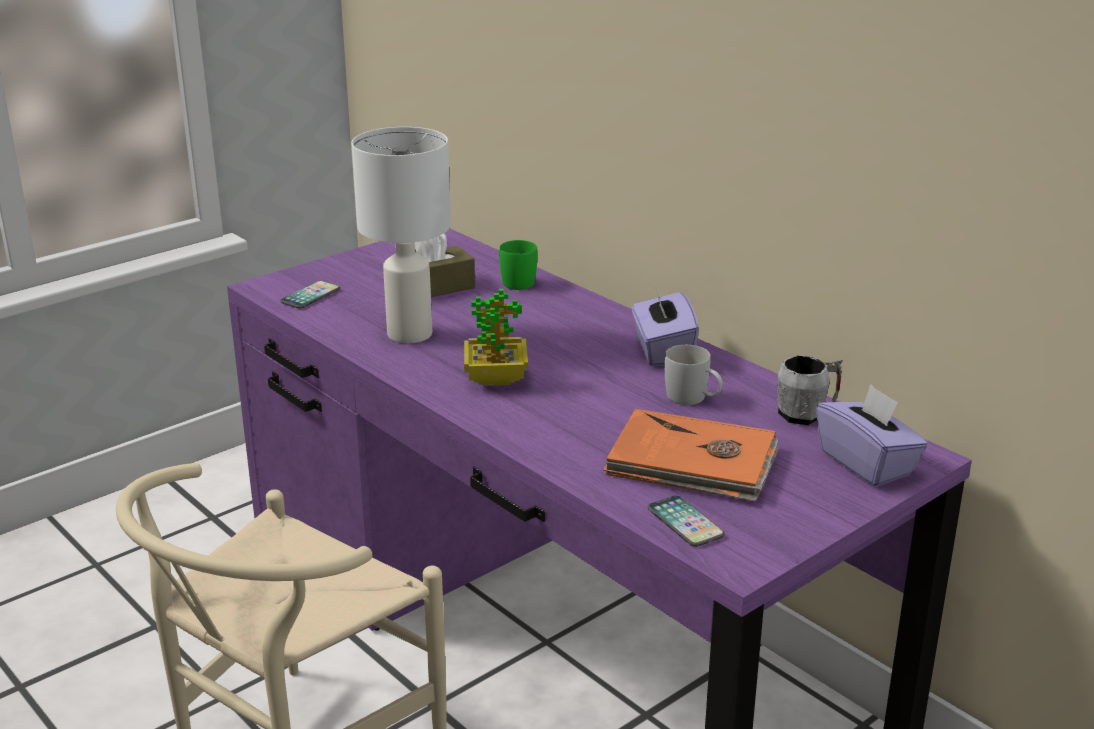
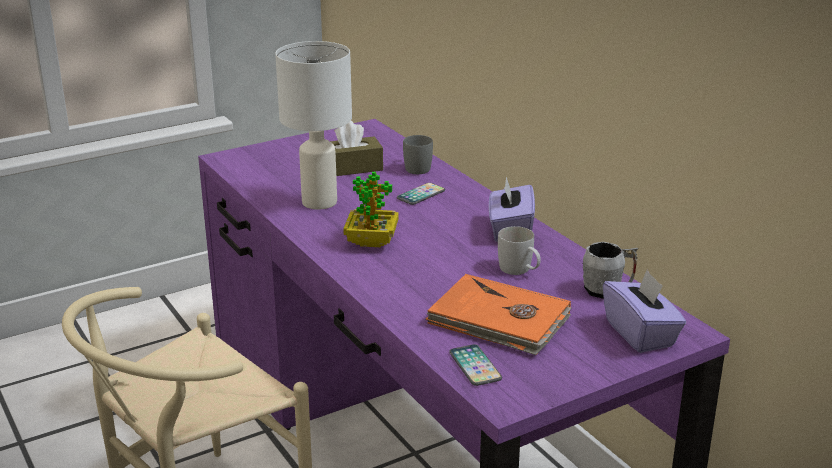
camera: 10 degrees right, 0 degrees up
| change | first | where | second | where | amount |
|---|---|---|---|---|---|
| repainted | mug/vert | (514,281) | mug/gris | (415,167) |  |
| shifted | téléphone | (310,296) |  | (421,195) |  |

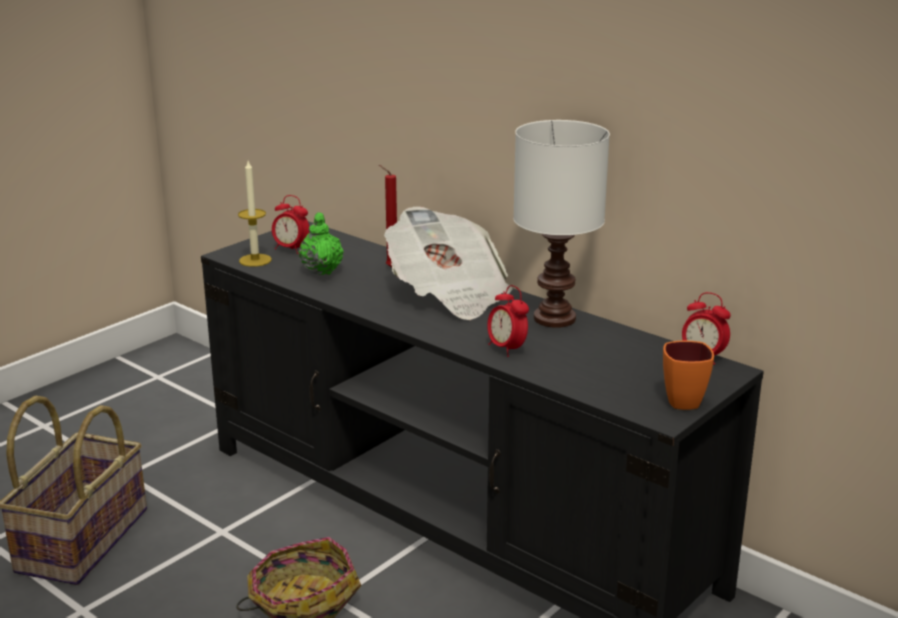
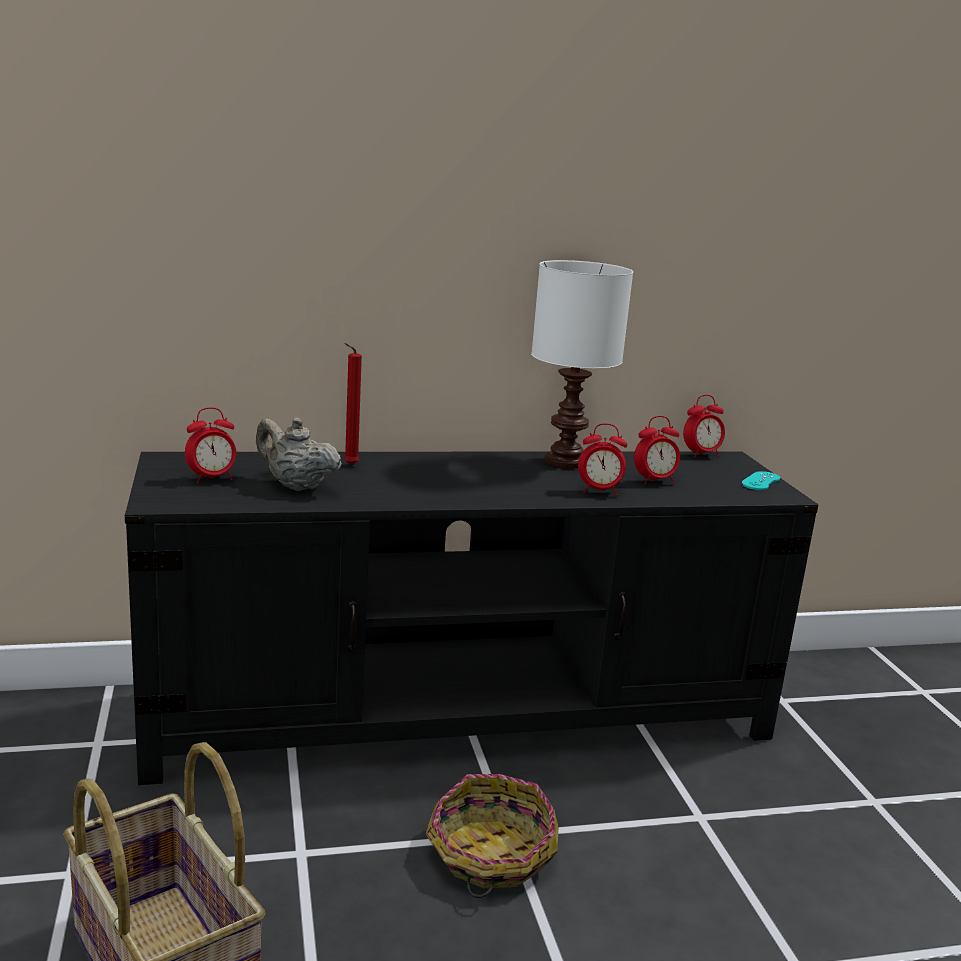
camera: 55 degrees left, 5 degrees down
| change | first | where | second | where | amount |
|---|---|---|---|---|---|
| gone | bougie | (255,260) |  |  |  |
| gone | journal | (448,294) |  |  |  |
| repainted | théière/vert | (321,270) | théière/beige | (295,486) |  |
| swapped | mug/orange | (681,398) | manette/turquoise | (760,481) |  |
| new |  |  | réveil | (654,481) |  |

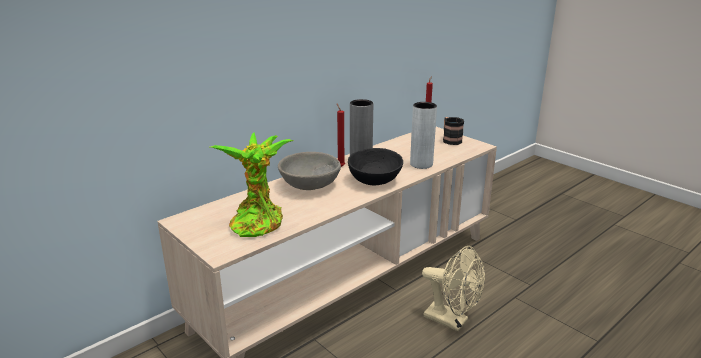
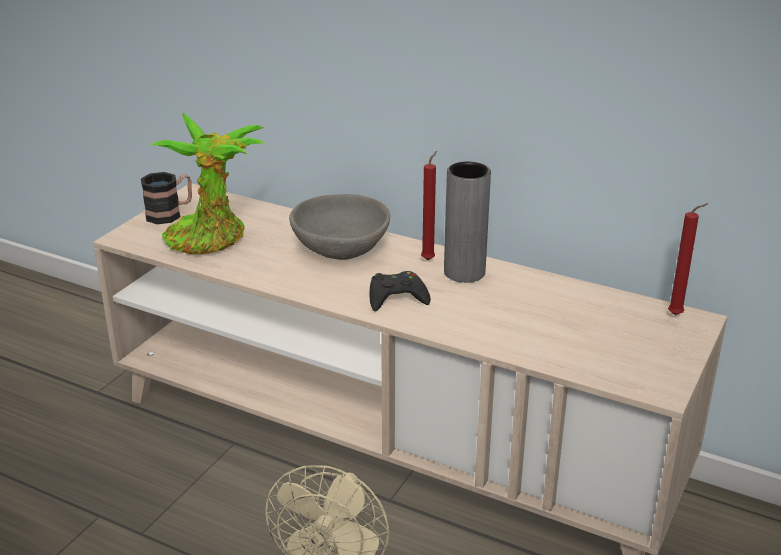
camera: 70 degrees right, 5 degrees up
| change | first | where | second | where | amount |
|---|---|---|---|---|---|
| gone | vase/gris | (421,164) |  |  |  |
| shifted | mug | (450,139) |  | (170,213) |  |
| swapped | bol/noir | (374,180) | manette/noir | (396,297) |  |

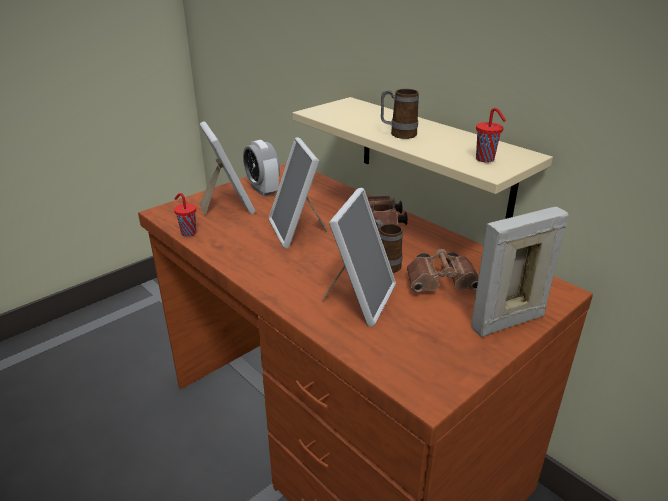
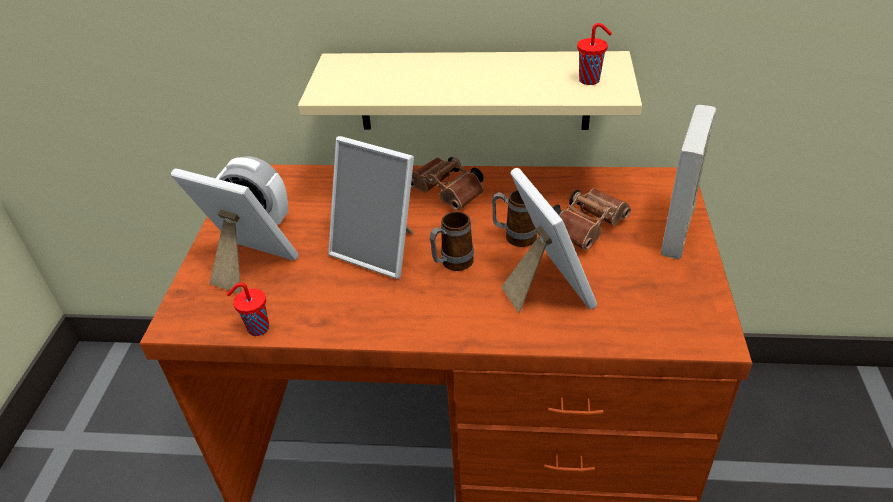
camera: 40 degrees left, 10 degrees up
| change | first | where | second | where | amount |
|---|---|---|---|---|---|
| shifted | mug | (398,134) |  | (452,264) |  |

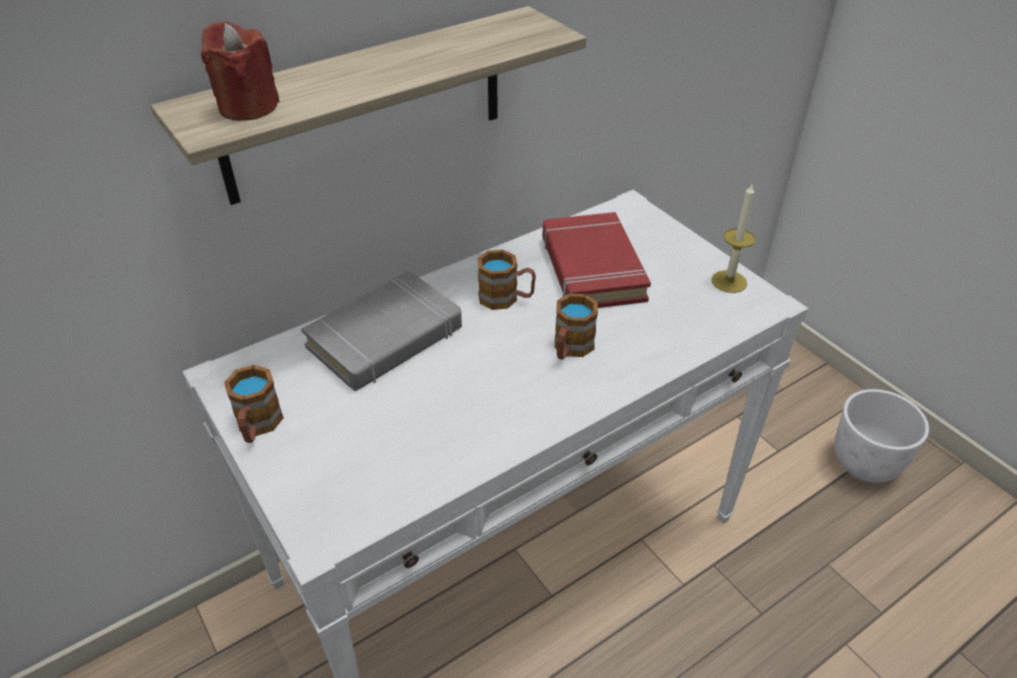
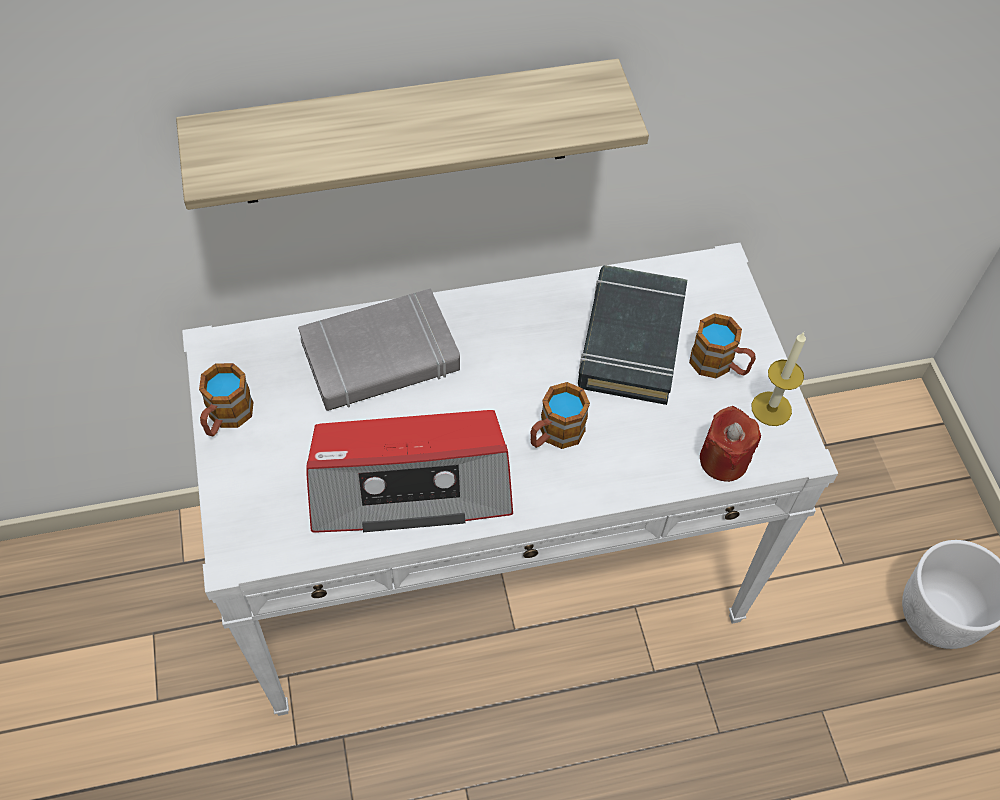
camera: 20 degrees right, 15 degrees up
| change | first | where | second | where | amount |
|---|---|---|---|---|---|
| shifted | bougie/rouge | (248,107) |  | (723,460) |  |
| repainted | livre/rouge | (591,269) | livre/noir | (630,340) |  |
| shifted | mug | (506,298) |  | (719,365) |  |
| new |  |  | radio | (410,484) |  |

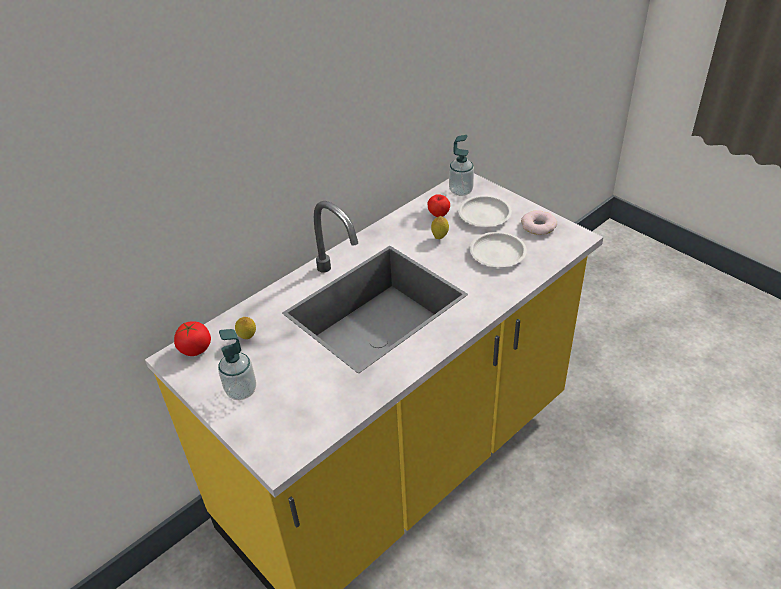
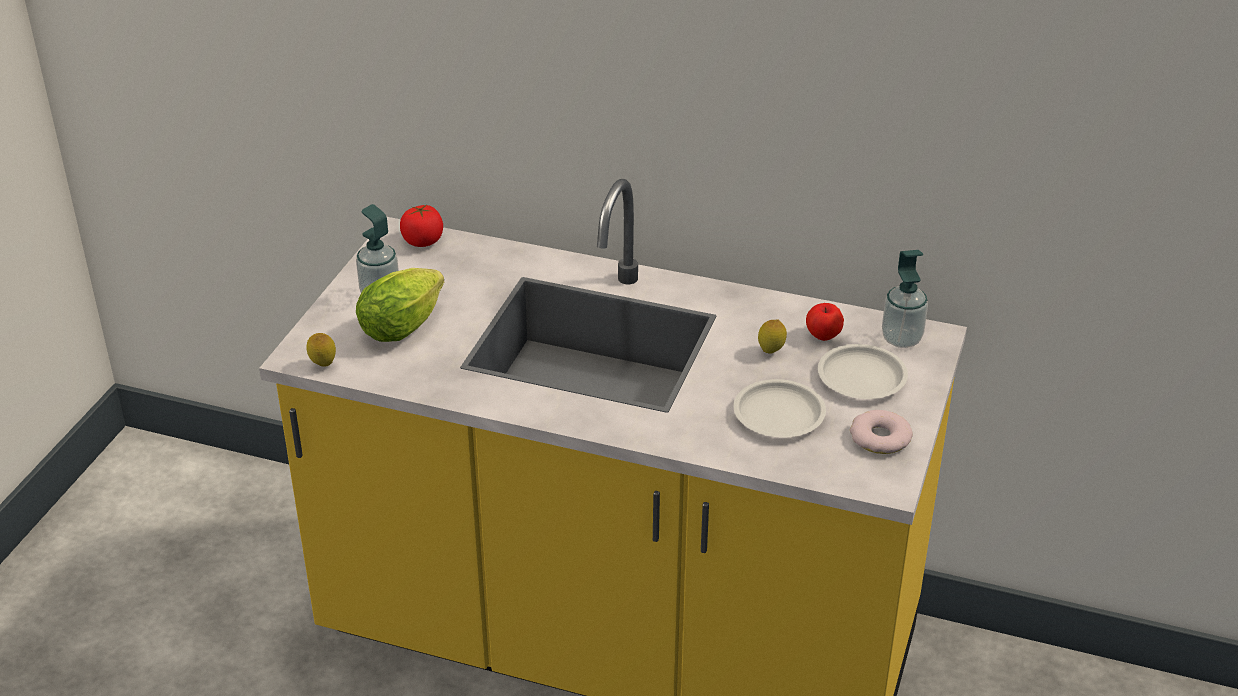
camera: 60 degrees right, 5 degrees down
| change | first | where | second | where | amount |
|---|---|---|---|---|---|
| shifted | citron | (248,338) |  | (323,365) |  |
| new |  |  | laitue | (406,325) |  |

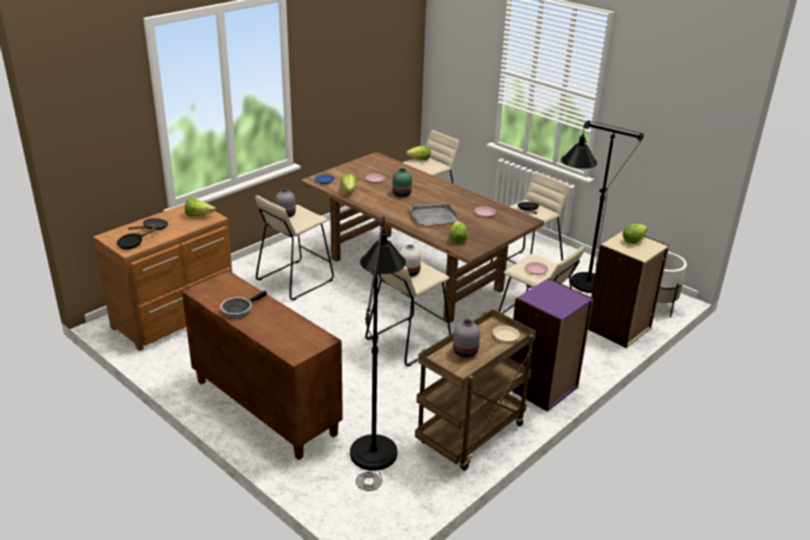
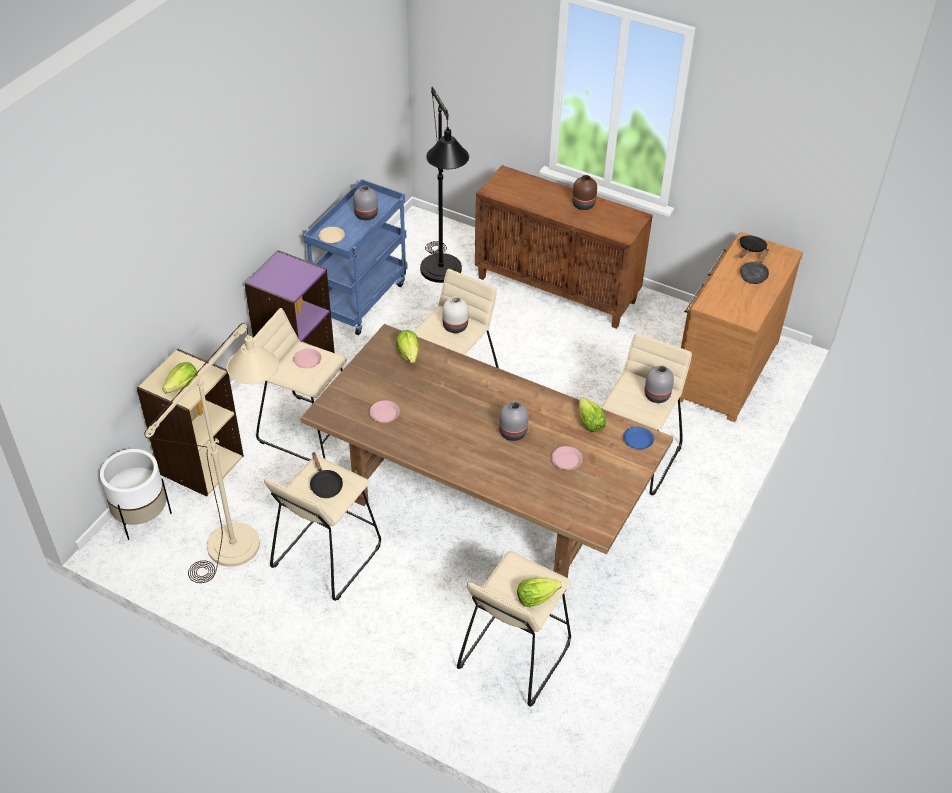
camera: 165 degrees right, 15 degrees up
| change | first | where | second | where | amount |
|---|---|---|---|---|---|
| repainted | lampadaire/noir | (580,286) | lampadaire/beige | (245,536) |  |
| repainted | vase/vert | (401,194) | vase/gris | (513,433) |  |
| gone | laitue | (198,215) |  |  |  |
| gone | plateau/gris | (433,216) |  |  |  |
| swapped | poêle | (238,310) | vase/marron | (584,204) |  |
| repainted | chariot/marron | (471,436) | chariot/bleu | (360,299) |  |

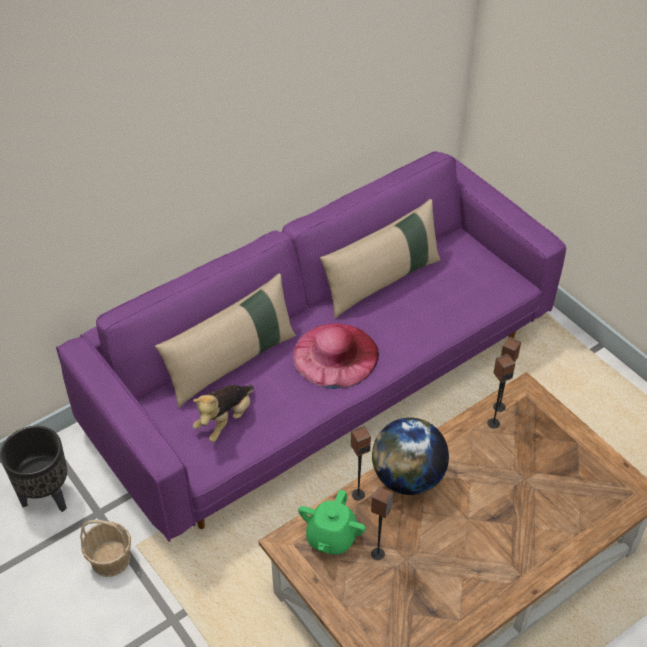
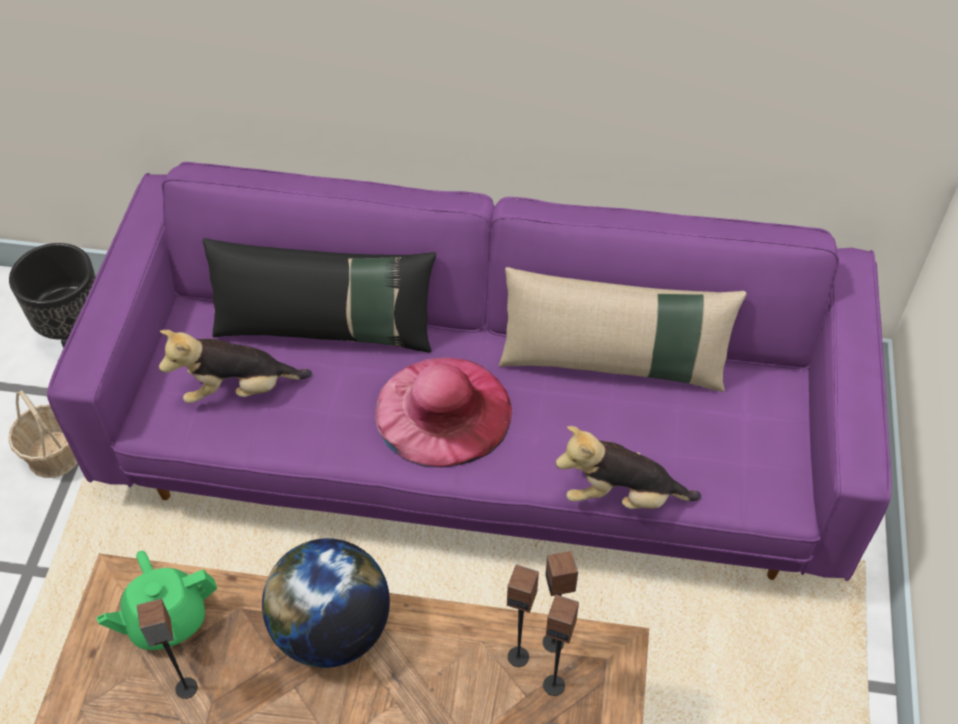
camera: 45 degrees right, 5 degrees up
| change | first | where | second | where | amount |
|---|---|---|---|---|---|
| repainted | coussin/beige | (232,363) | coussin/noir | (326,330) |  |
| shifted | enceinte | (358,494) |  | (554,685) |  |
| new |  |  | peluche | (621,496) |  |

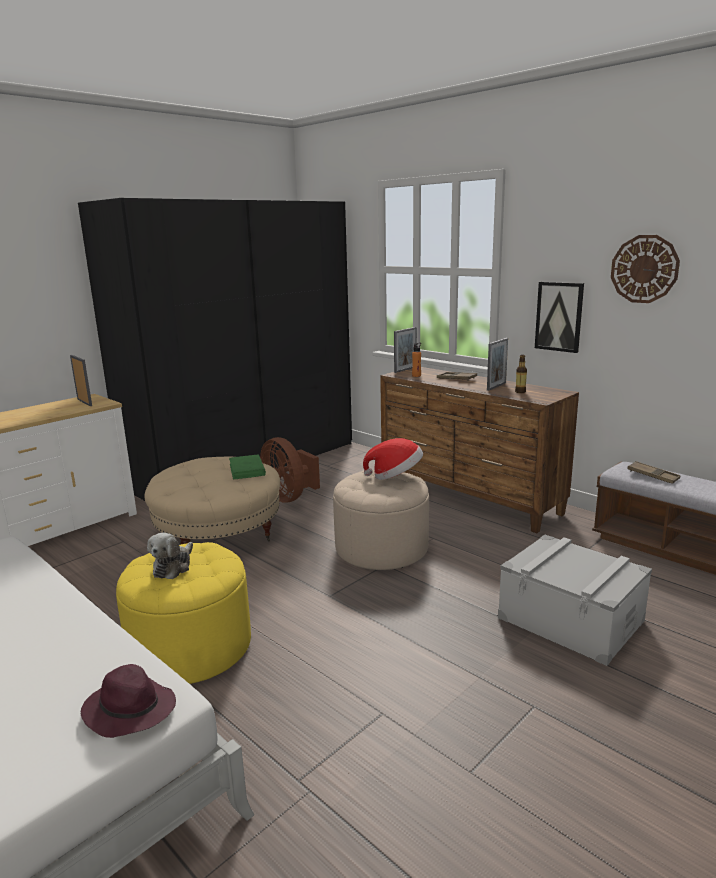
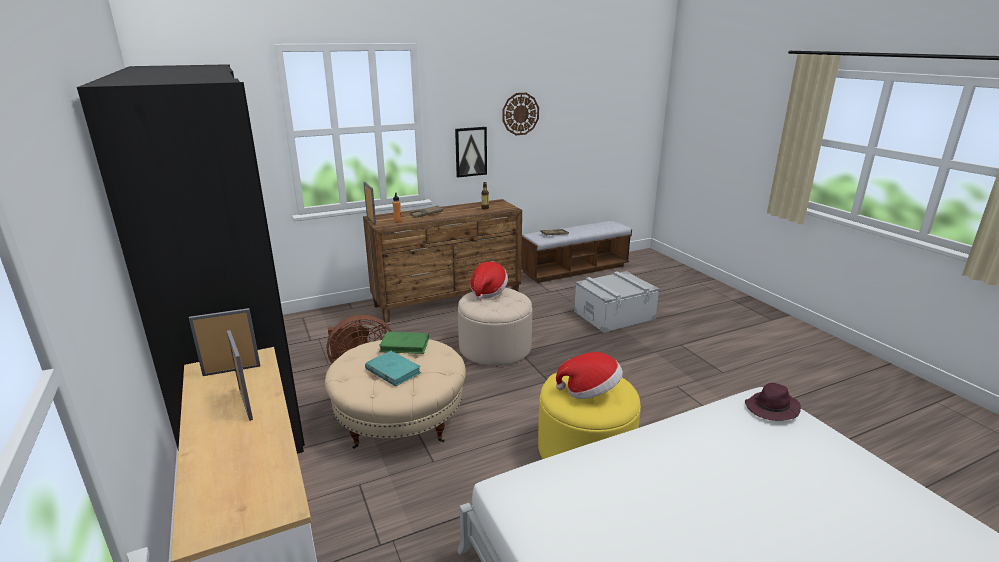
camera: 70 degrees left, 5 degrees up
| change | first | where | second | where | amount |
|---|---|---|---|---|---|
| shifted | cadre photo | (496,386) |  | (246,404) |  |
| swapped | peluche | (173,566) | chapeau | (590,392) |  |
| new |  |  | livre/turquoise | (393,371) |  |

